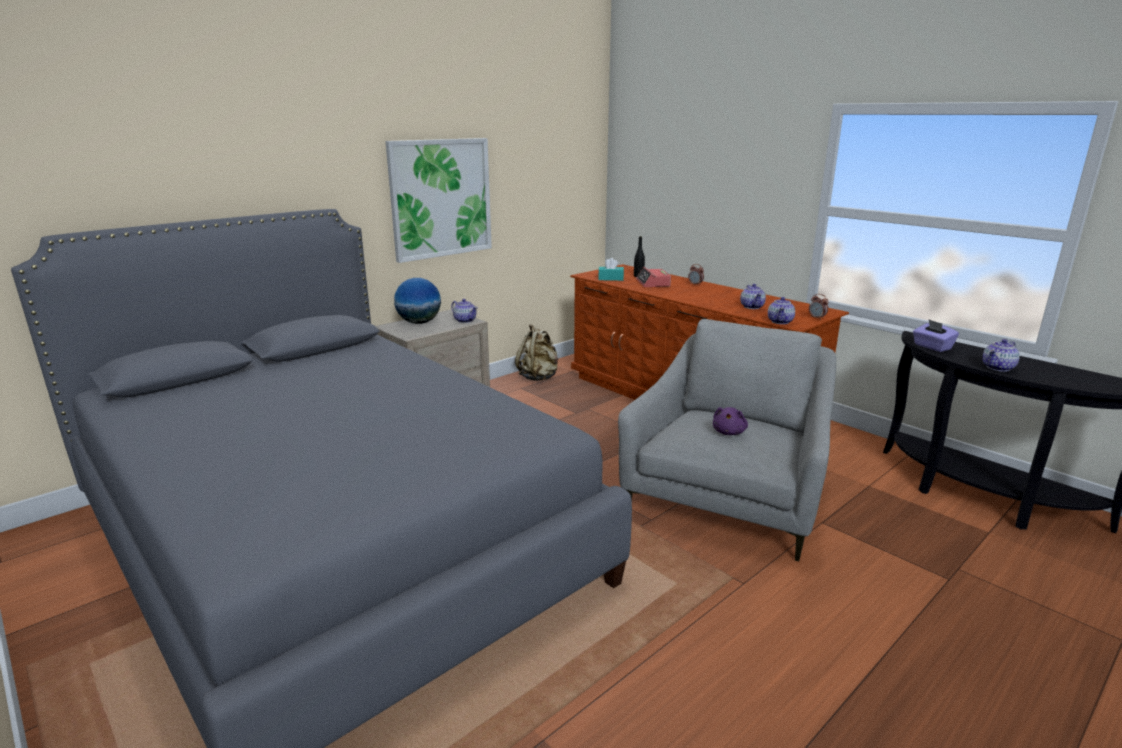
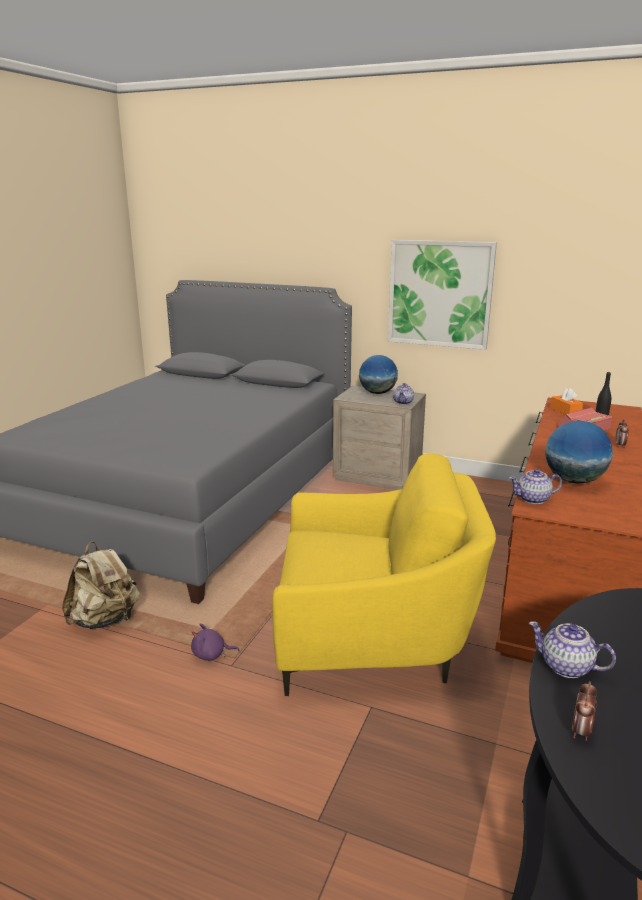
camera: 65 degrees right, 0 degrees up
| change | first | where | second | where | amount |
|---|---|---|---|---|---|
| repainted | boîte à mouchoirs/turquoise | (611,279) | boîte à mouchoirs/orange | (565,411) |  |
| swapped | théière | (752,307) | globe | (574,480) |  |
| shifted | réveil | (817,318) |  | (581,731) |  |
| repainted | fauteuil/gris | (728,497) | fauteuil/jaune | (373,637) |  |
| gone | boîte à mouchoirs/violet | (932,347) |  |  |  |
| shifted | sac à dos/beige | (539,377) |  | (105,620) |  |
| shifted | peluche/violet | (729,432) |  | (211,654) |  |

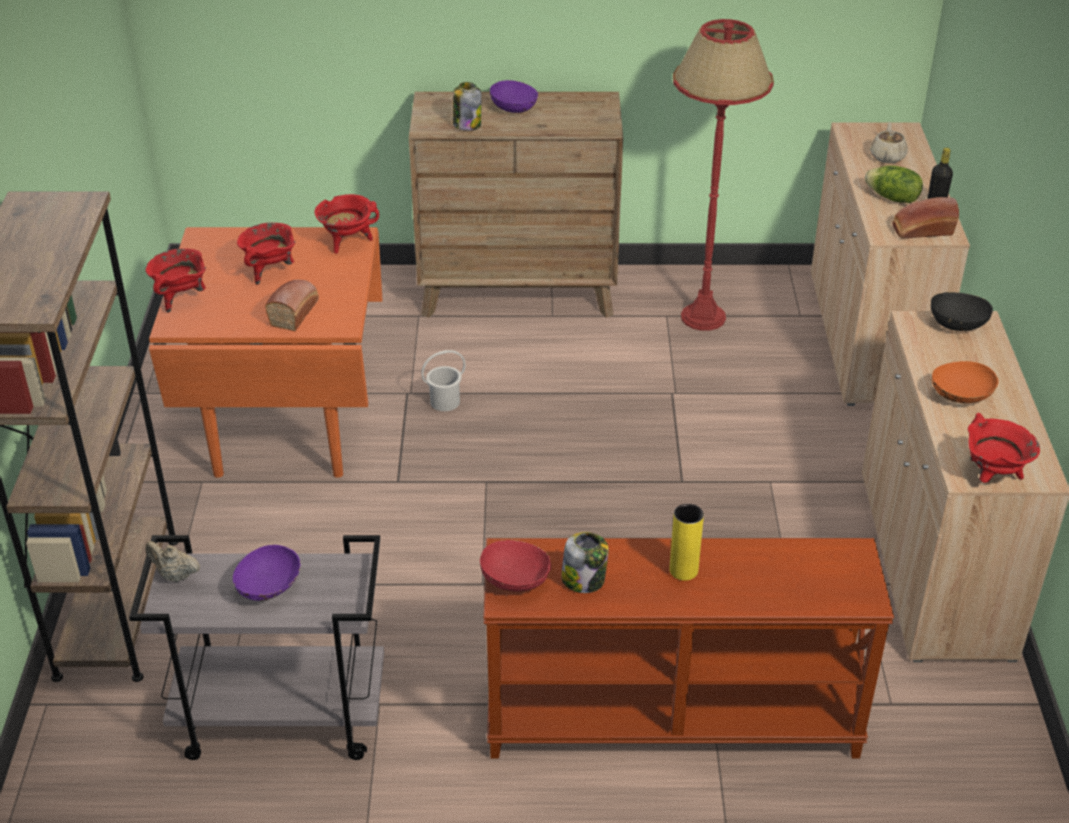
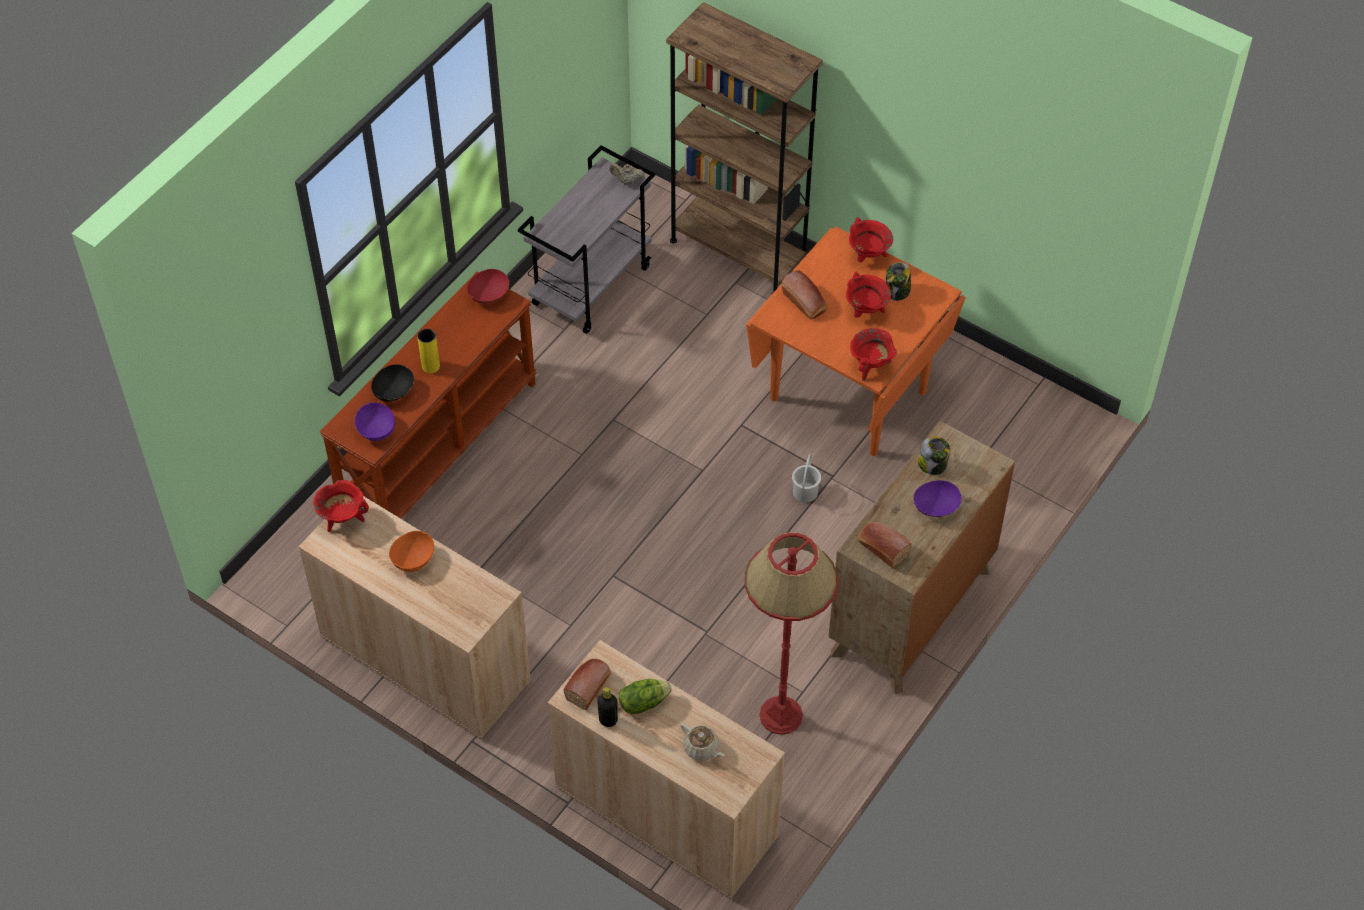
camera: 125 degrees right, 15 degrees up
| change | first | where | second | where | amount |
|---|---|---|---|---|---|
| shifted | bol/noir | (957,324) |  | (394,392) |  |
| shifted | bocal | (584,580) |  | (897,291) |  |
| rotated | théière/beige | (175,575) |  | (627,181) | 135 degrees counterclockwise |
| shifted | bol/violet | (269,589) |  | (376,430) |  |
| new |  |  | pain | (881,548) |  |

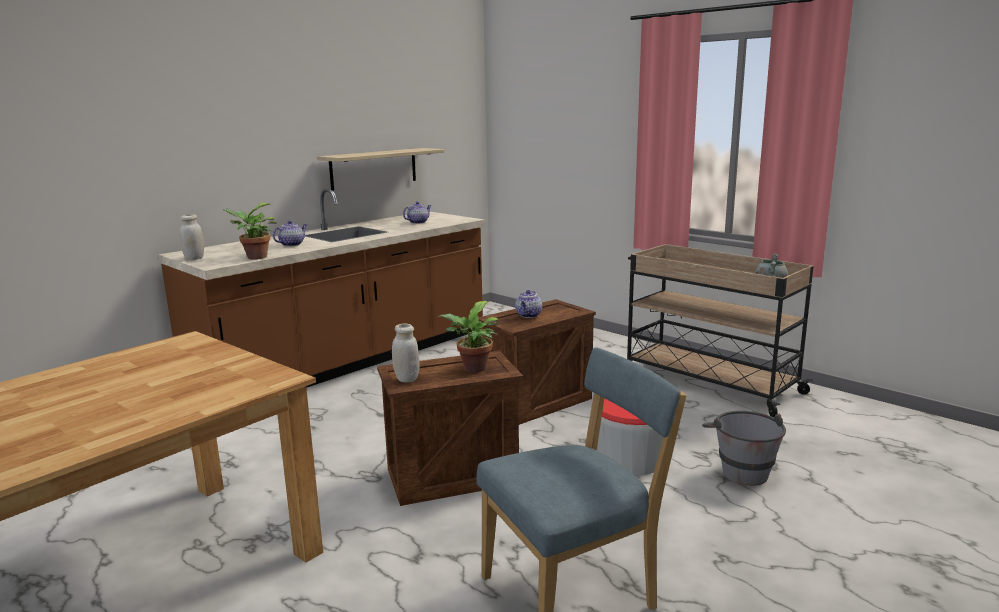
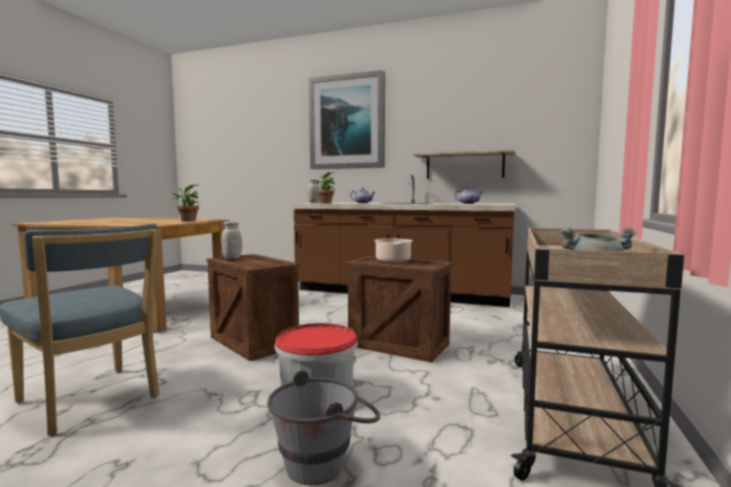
camera: 65 degrees right, 10 degrees down
| change | first | where | second | where | amount |
|---|---|---|---|---|---|
| swapped | théière | (528,315) | marmite | (393,261) |  |
| shifted | plante en pot | (473,369) |  | (187,221) |  |
| new |  |  | tableau | (347,122) |  |

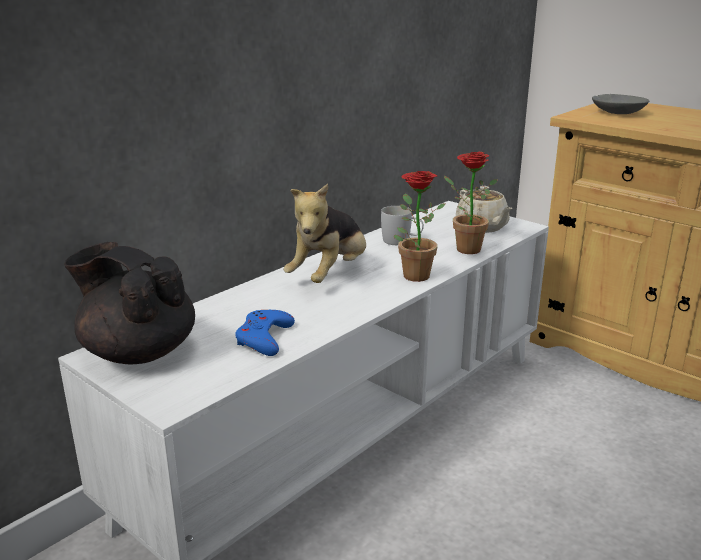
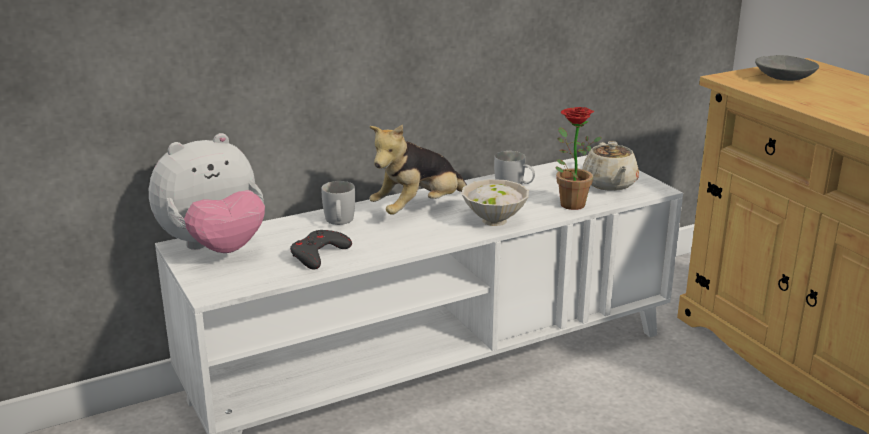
camera: 20 degrees right, 0 degrees up
| change | first | where | second | where | amount |
|---|---|---|---|---|---|
| swapped | plante en pot | (412,274) | bol/blanc | (495,220) |  |
| swapped | théière/noir | (138,352) | peluche | (214,248) |  |
| repainted | manette/bleu | (264,338) | manette/gris | (319,254) |  |
| new |  |  | mug/blanc | (339,222) |  |

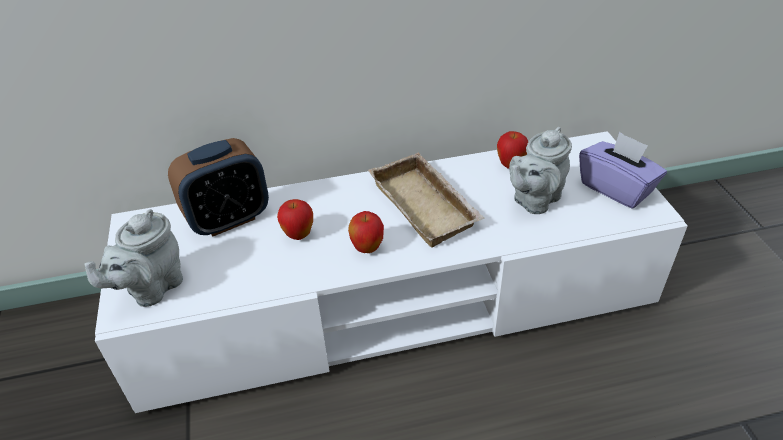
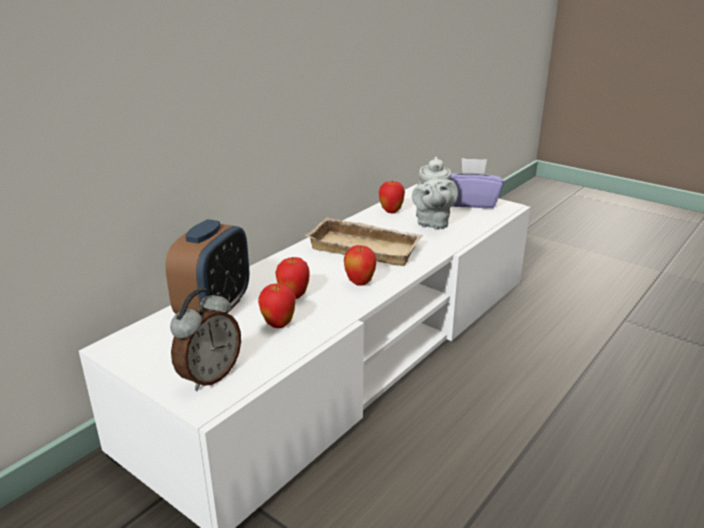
camera: 40 degrees left, 15 degrees down
| change | first | where | second | where | amount |
|---|---|---|---|---|---|
| swapped | théière/gris | (151,288) | réveil | (209,376) |  |
| new |  |  | pomme | (278,324) |  |

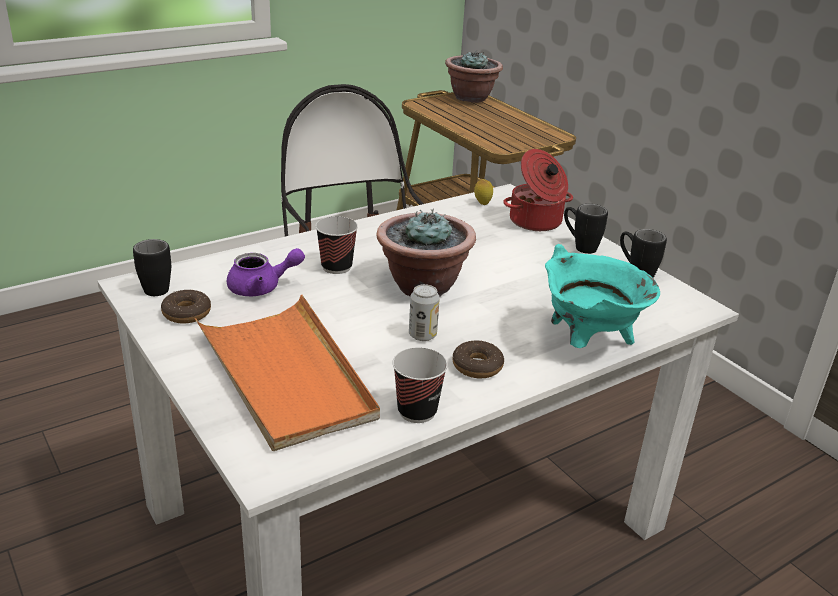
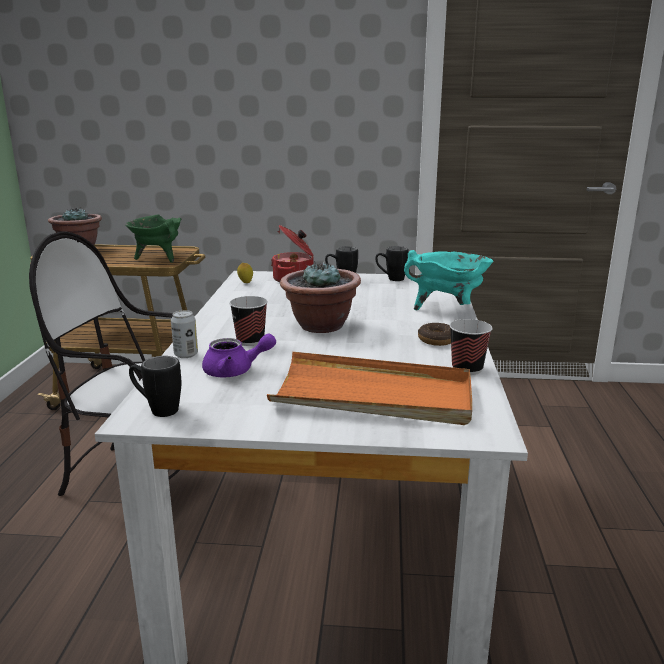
camera: 50 degrees left, 10 degrees down
| change | first | where | second | where | amount |
|---|---|---|---|---|---|
| rotated | théière/violet | (262,287) |  | (235,371) | 60 degrees clockwise |
| shifted | boîte métallique | (422,335) |  | (186,354) |  |
| gone | beignet | (186,313) |  |  |  |
| new |  |  | marmite/vert | (158,258) |  |

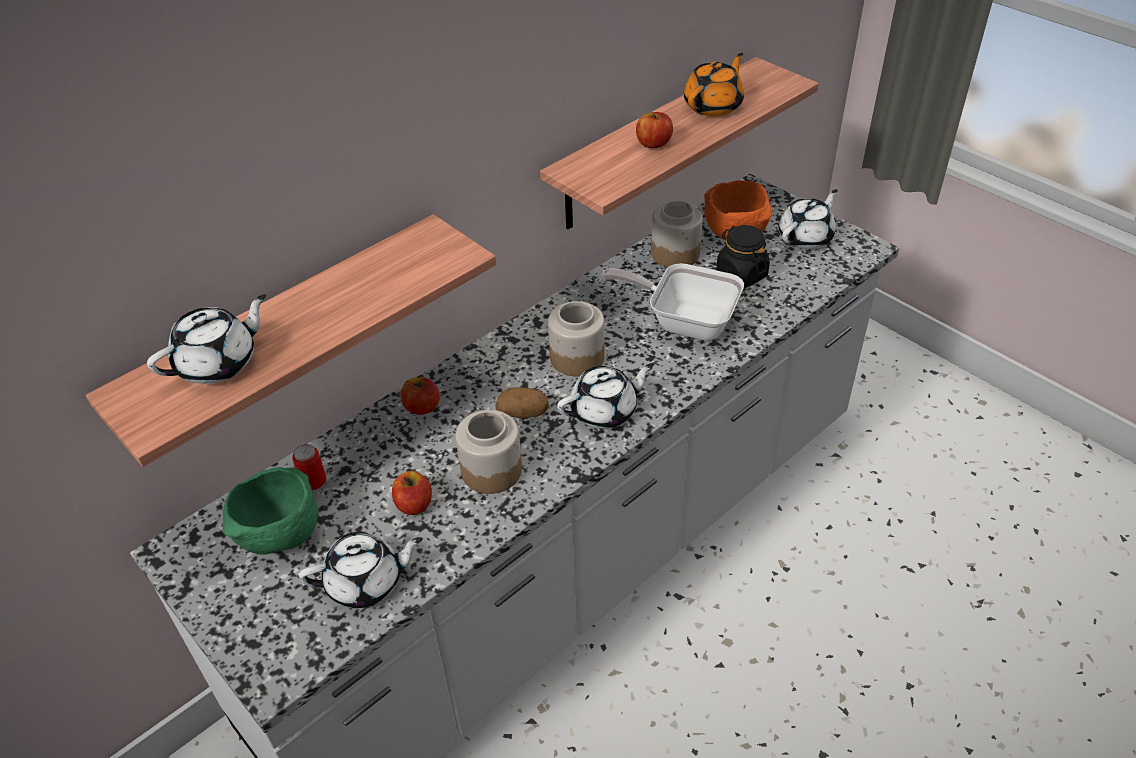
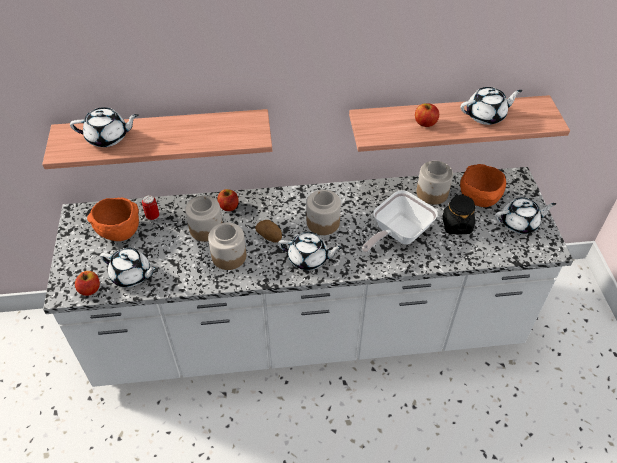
camera: 35 degrees right, 5 degrees up
| change | first | where | second | where | amount |
|---|---|---|---|---|---|
| repainted | théière/orange | (713,106) | théière/blanc | (486,115) |  |
| rotated | poêle | (684,321) |  | (397,234) | 105 degrees counterclockwise |
| repainted | bol/vert | (280,537) | bol/orange | (118,233) |  |
| shifted | pomme | (414,504) |  | (90,289) |  |
| new |  |  | bocal | (206,228) |  |

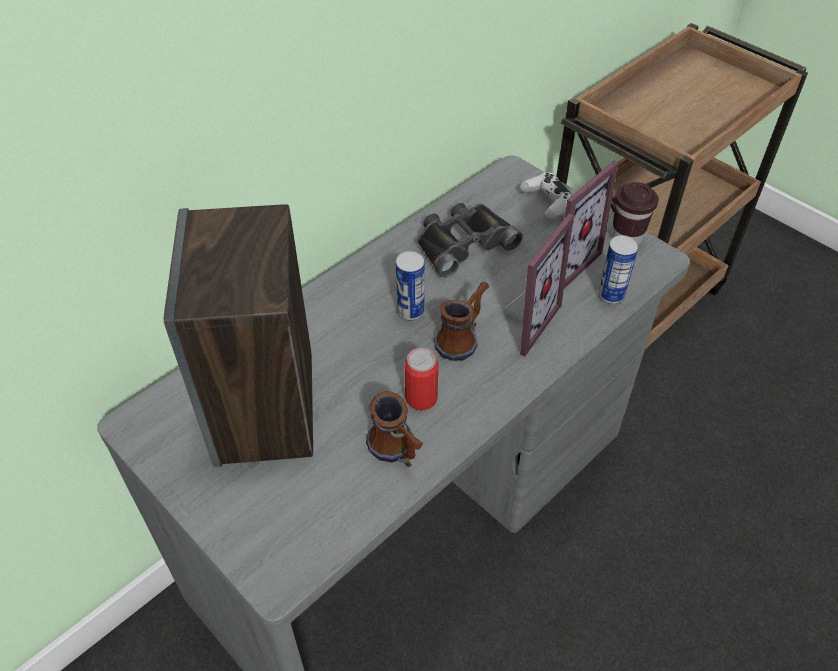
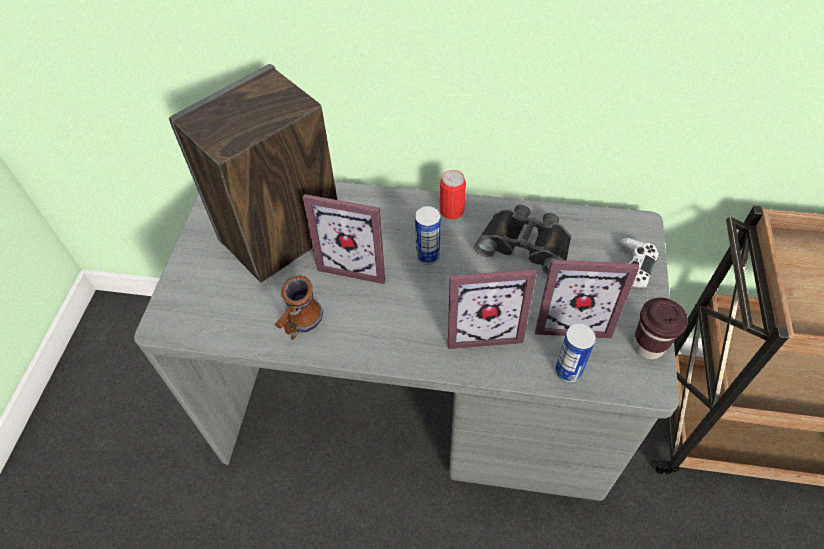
camera: 55 degrees right, 5 degrees up
| change | first | where | second | where | amount |
|---|---|---|---|---|---|
| gone | mug | (463,338) |  |  |  |
| shifted | boîte métallique | (421,398) |  | (452,210) |  |
| new |  |  | cadre photo | (356,261) |  |

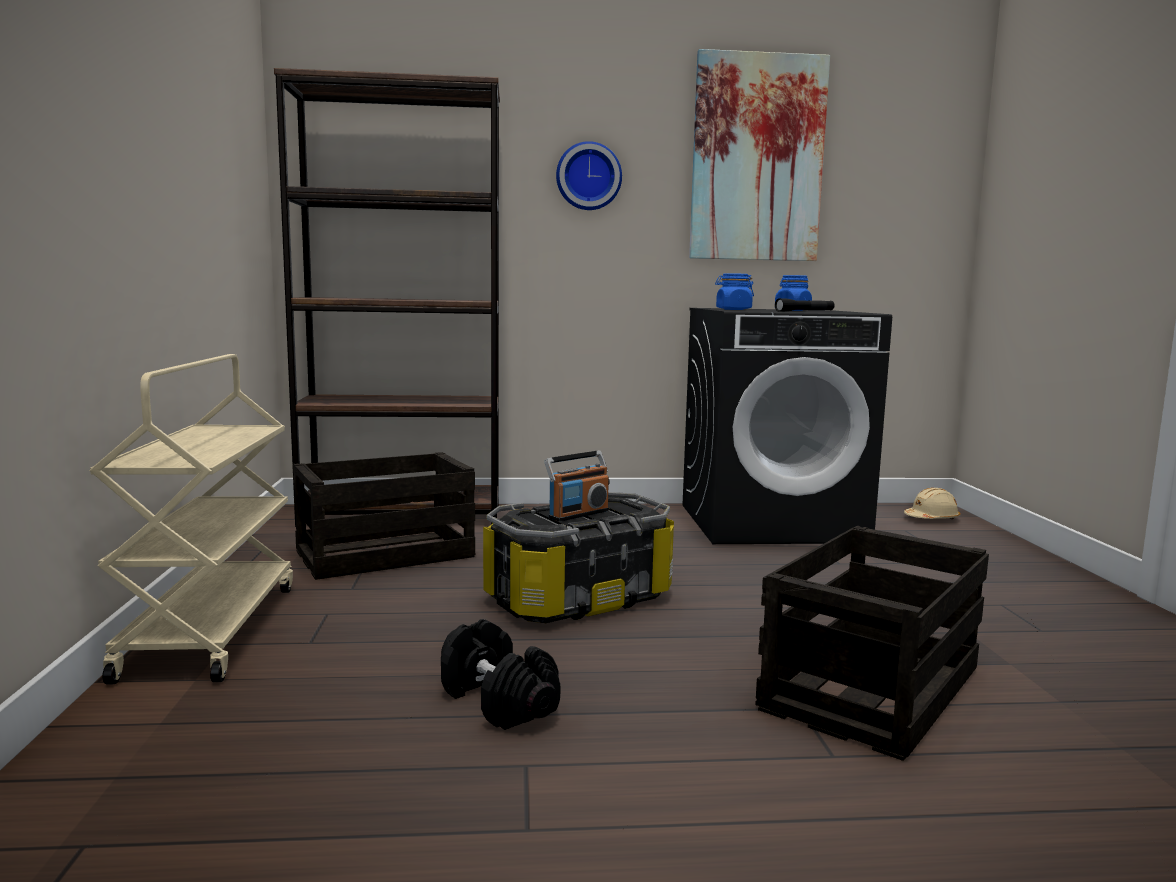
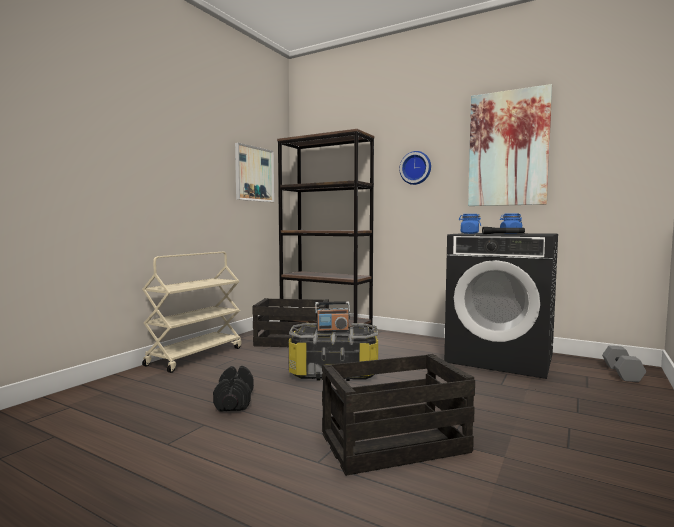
camera: 35 degrees right, 5 degrees down
| change | first | where | second | where | amount |
|---|---|---|---|---|---|
| swapped | casque de chantier/beige | (932,519) | haltère/gris | (623,373) |  |
| new |  |  | tableau | (254,174) |  |

